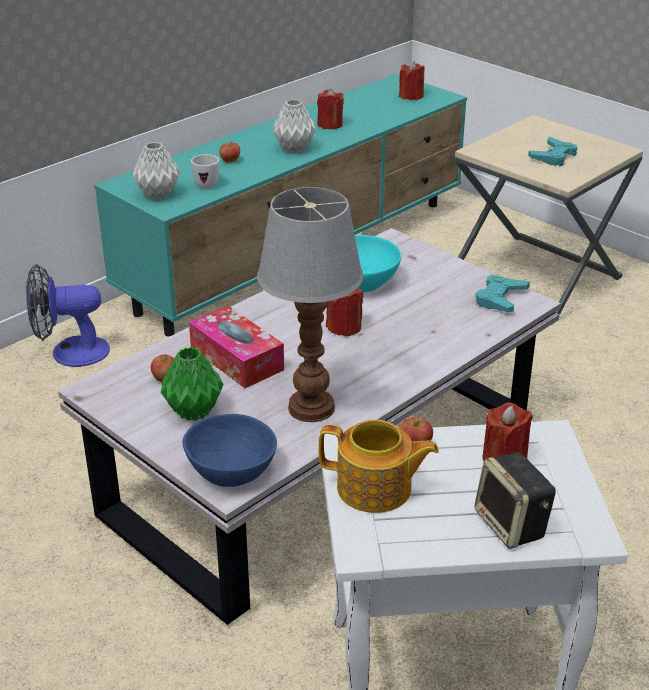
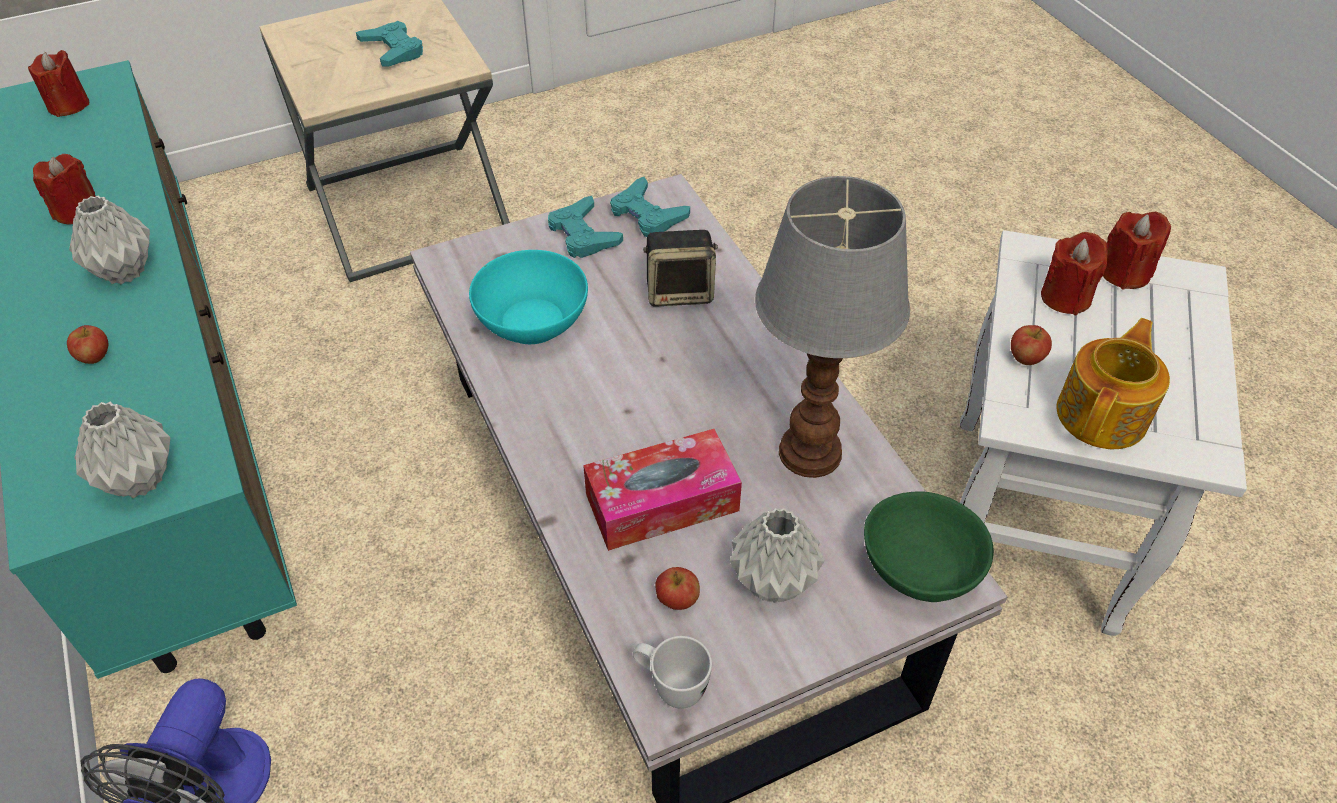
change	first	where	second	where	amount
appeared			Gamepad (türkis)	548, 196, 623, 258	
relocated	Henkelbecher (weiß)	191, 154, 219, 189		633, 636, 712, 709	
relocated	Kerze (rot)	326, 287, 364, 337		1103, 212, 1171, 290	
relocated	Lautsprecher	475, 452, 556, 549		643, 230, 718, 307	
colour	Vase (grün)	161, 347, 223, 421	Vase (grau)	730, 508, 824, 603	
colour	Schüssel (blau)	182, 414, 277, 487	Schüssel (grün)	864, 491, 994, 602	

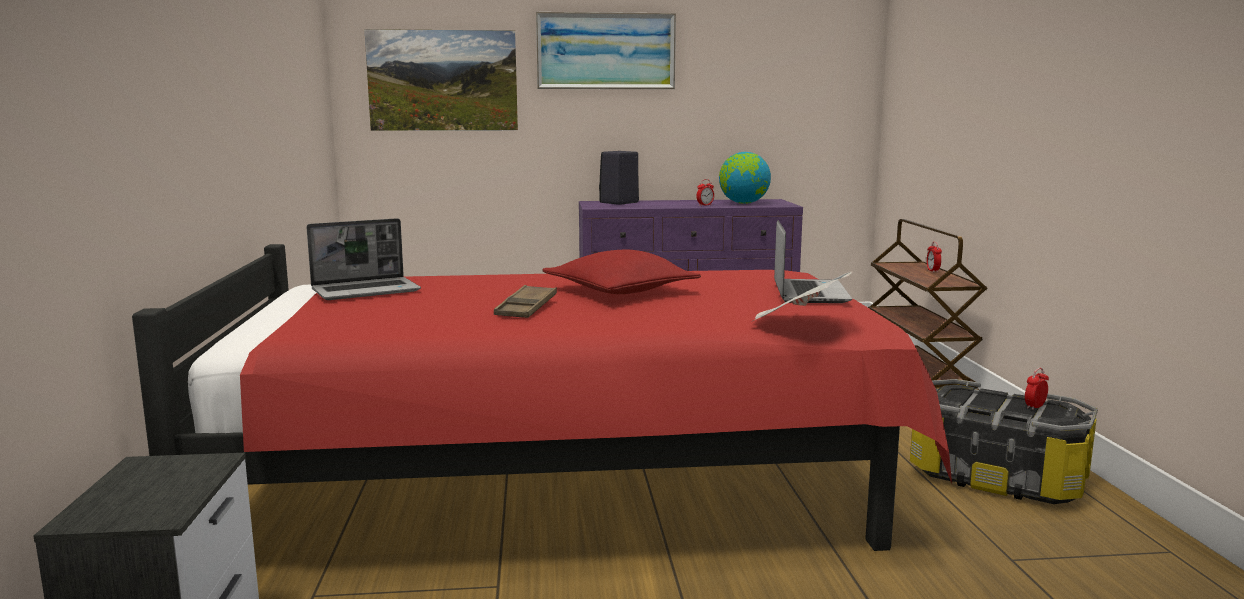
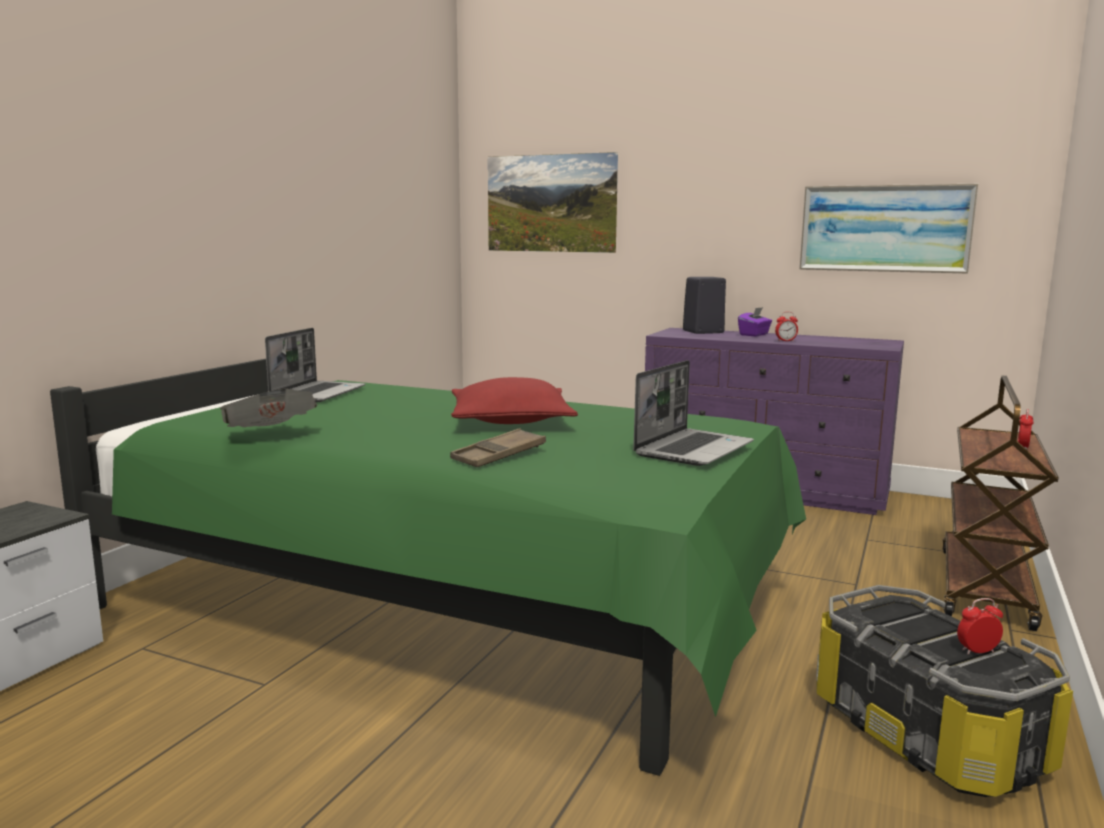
change	first	where	second	where	amount
missing	Globus	719, 152, 771, 204			
appeared			Taschentuchbox (lila)	738, 307, 772, 336	
relocated	Tablett (braun)	494, 285, 557, 318		450, 428, 546, 467	
relocated	Bild	536, 12, 676, 89		800, 184, 978, 274	
relocated	Zeitung	753, 271, 853, 321		220, 389, 317, 427	
colour	Bett (rot)	132, 244, 952, 551	Bett (grün)	50, 359, 806, 776	
spun	Laptop	306, 218, 421, 300		265, 328, 366, 402	75 degrees counterclockwise

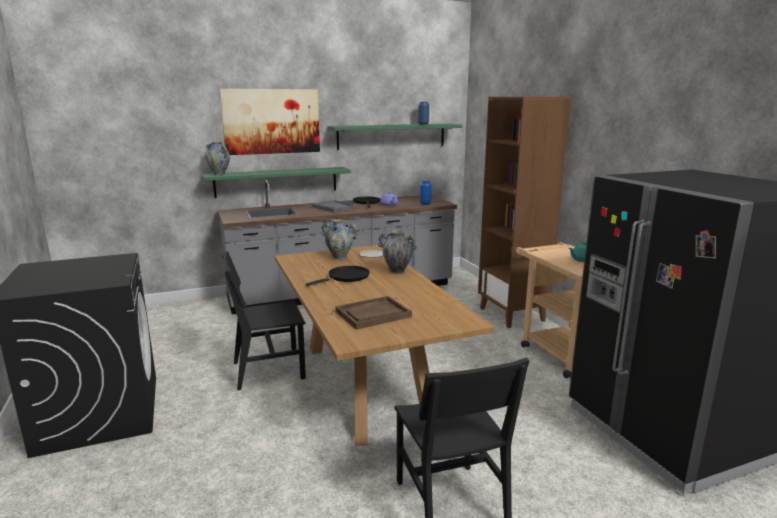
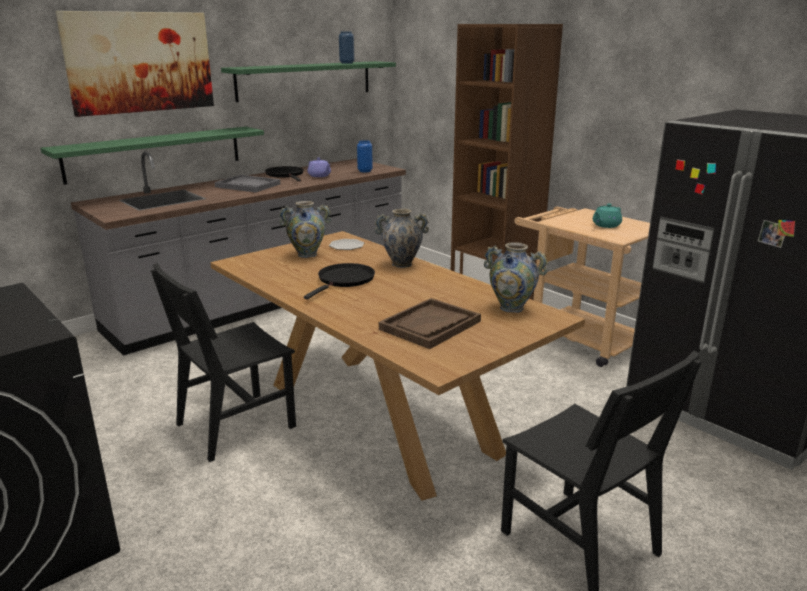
change	first	where	second	where	amount
relocated	Vase	205, 141, 230, 175		484, 242, 548, 313	

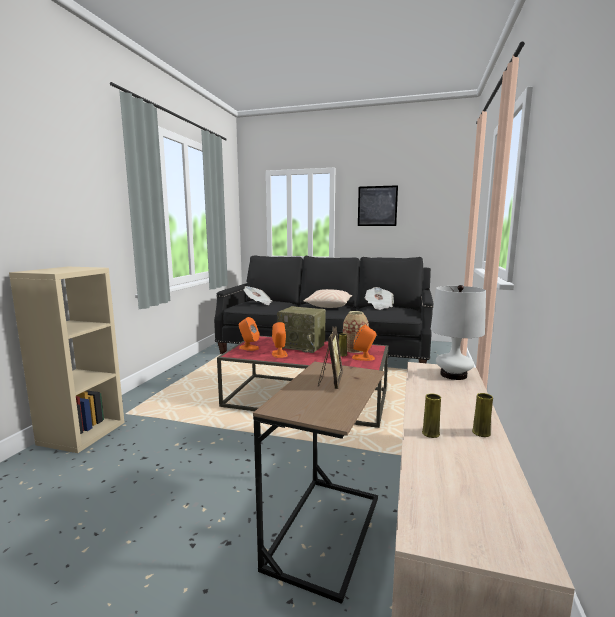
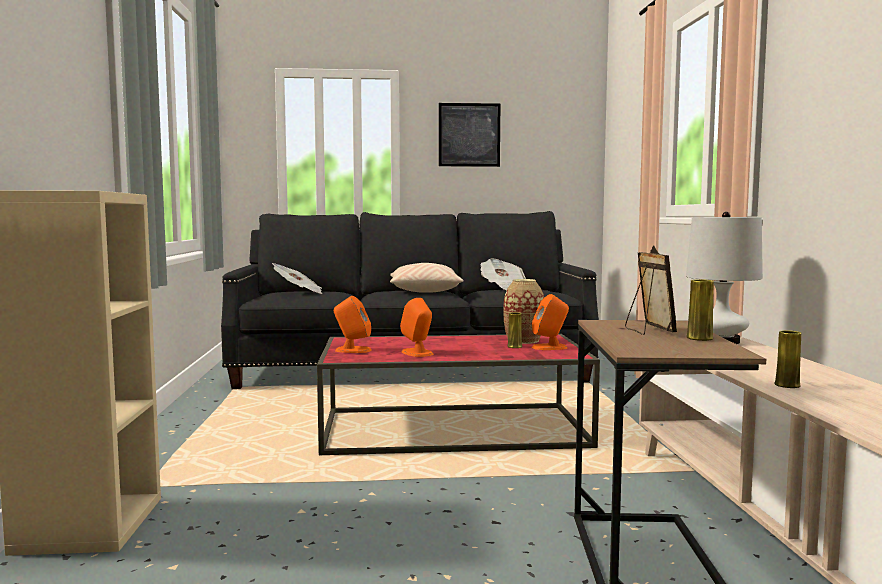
change	first	where	second	where	amount
missing	Radio	277, 306, 326, 353			
relocated	Vase (gelb)	472, 393, 493, 437		687, 279, 714, 341	

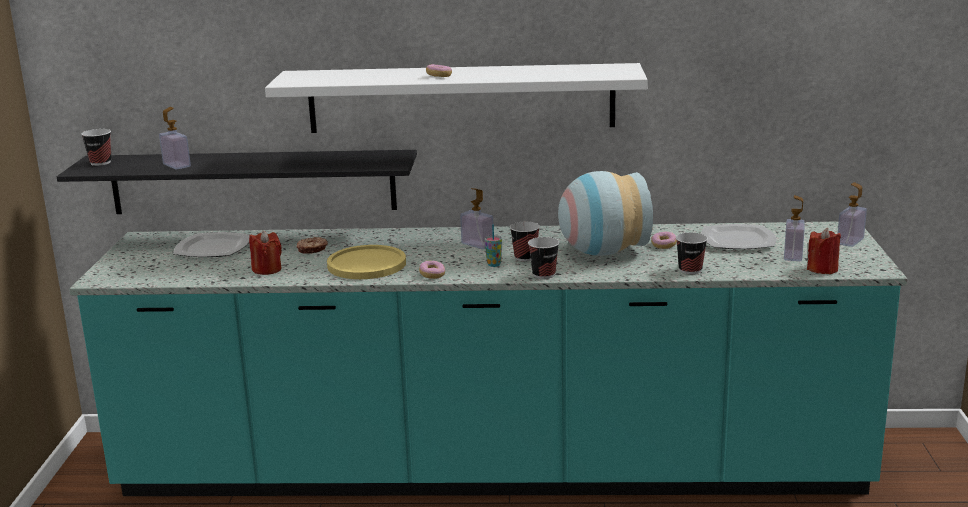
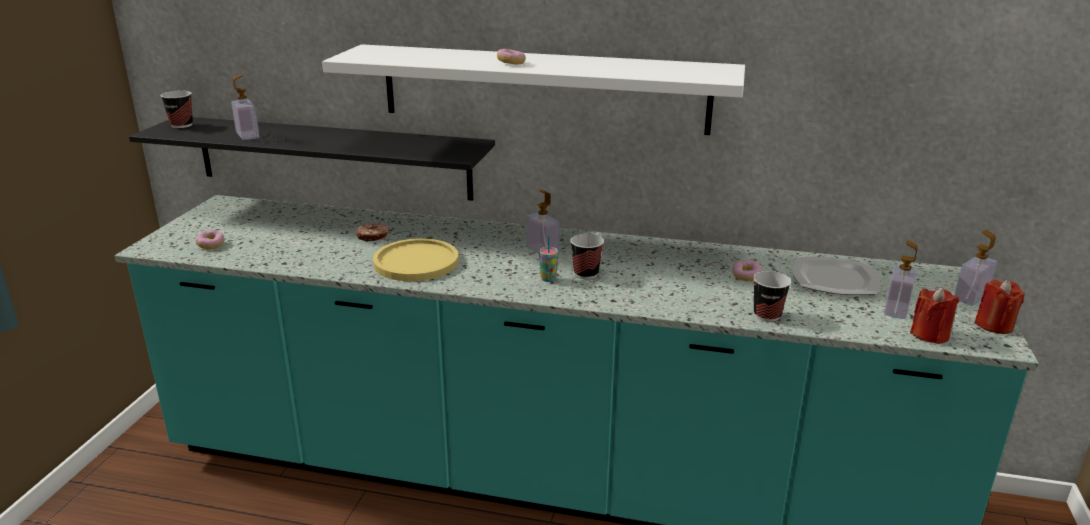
change	first	where	second	where	amount
missing	Teller	173, 232, 250, 257			
missing	Tasse	528, 237, 559, 279			
missing	Vase	558, 171, 653, 256			
relocated	Kerze (rot)	249, 231, 282, 275		975, 279, 1025, 334	
relocated	Donut	419, 261, 445, 279		196, 230, 224, 249	

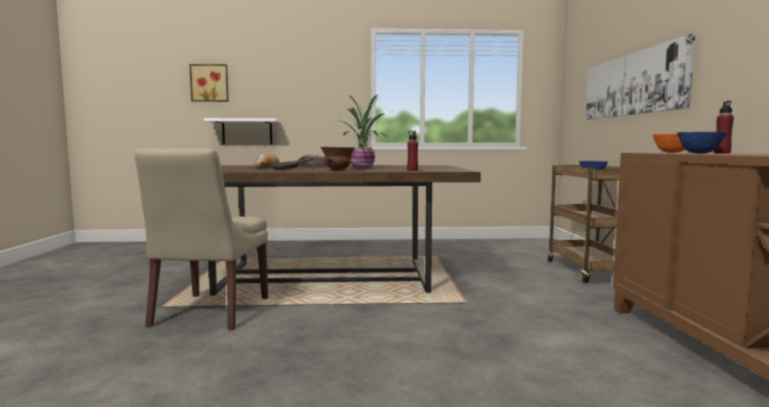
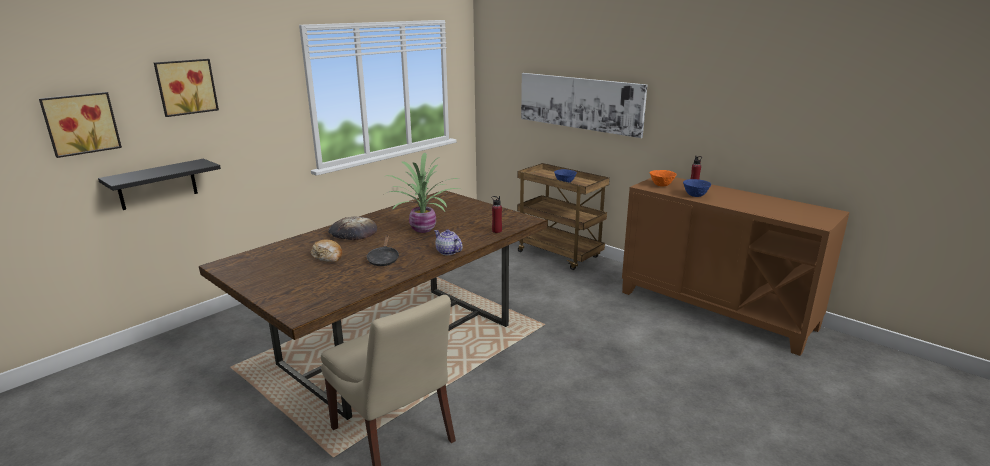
change	first	where	second	where	amount
appeared			Bild	154, 59, 219, 117	
exchanged	Schüssel (braun)	320, 147, 355, 171	Teekanne	434, 229, 463, 255	
colour	Wandregal (weiß)	204, 118, 281, 144	Wandregal (schwarz)	98, 159, 221, 210	

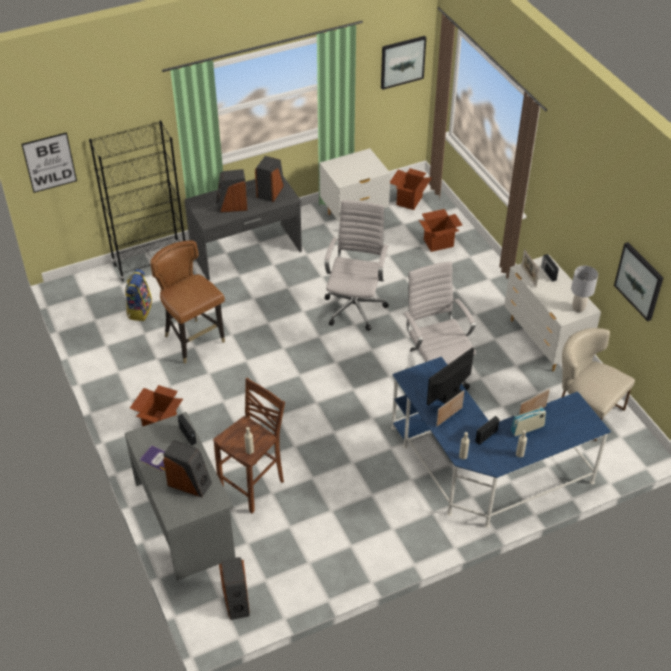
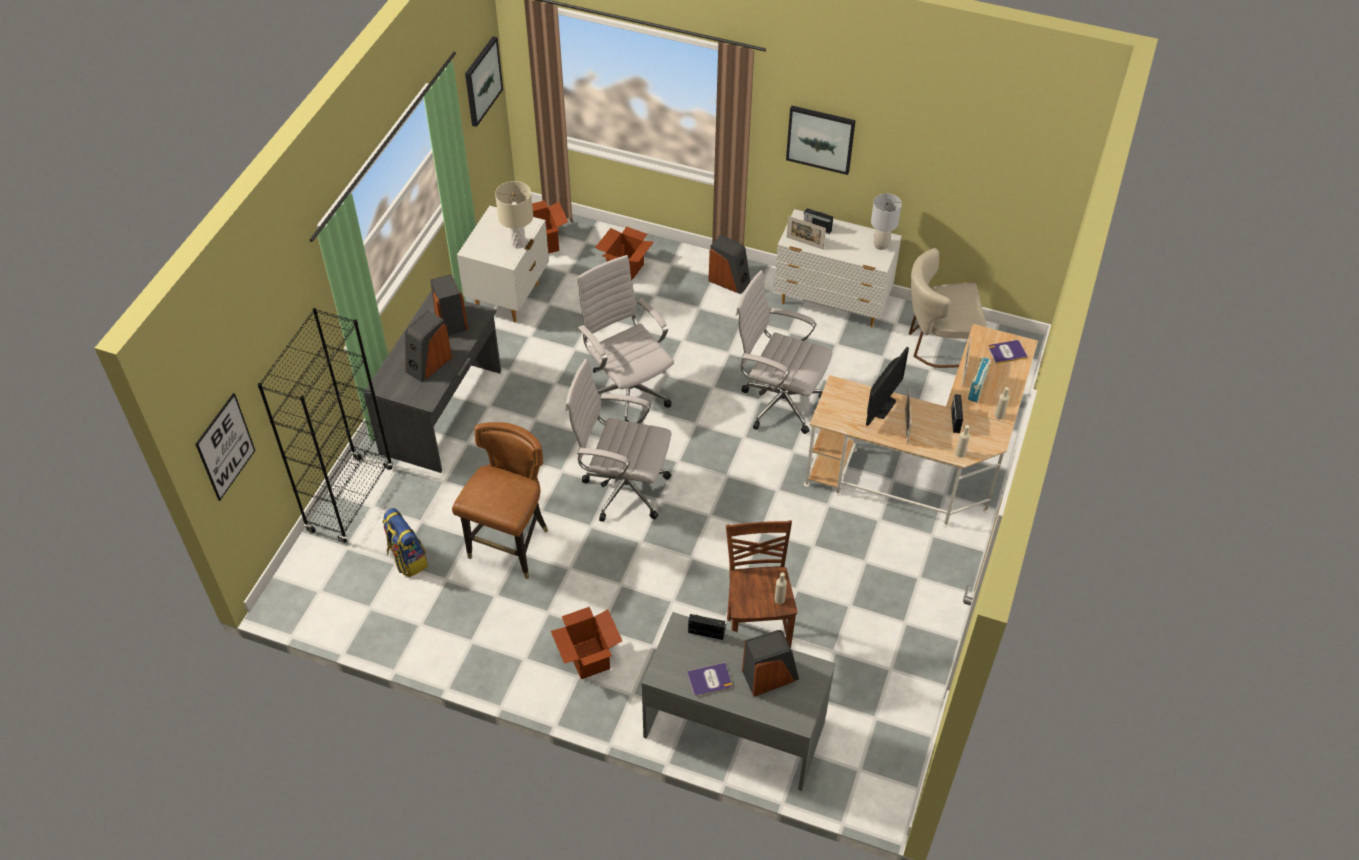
change	first	where	second	where	amount
appeared			Tischlampe (beige)	495, 181, 533, 249	
appeared			Bürostuhl (weiß)	565, 359, 671, 522	
appeared			Buch	988, 340, 1028, 364	
relocated	Lautsprecher	219, 557, 250, 620		708, 235, 750, 294	
relocated	Bild	614, 242, 663, 321		786, 106, 856, 175	
colour	Schreibtisch (blau)	391, 357, 611, 528	Schreibtisch (beige)	804, 324, 1038, 527	
spun	Stuhl (braun)	150, 240, 225, 364		452, 422, 548, 579	105 degrees clockwise
spun	Monitor	427, 347, 474, 405		866, 347, 909, 426	150 degrees counterclockwise

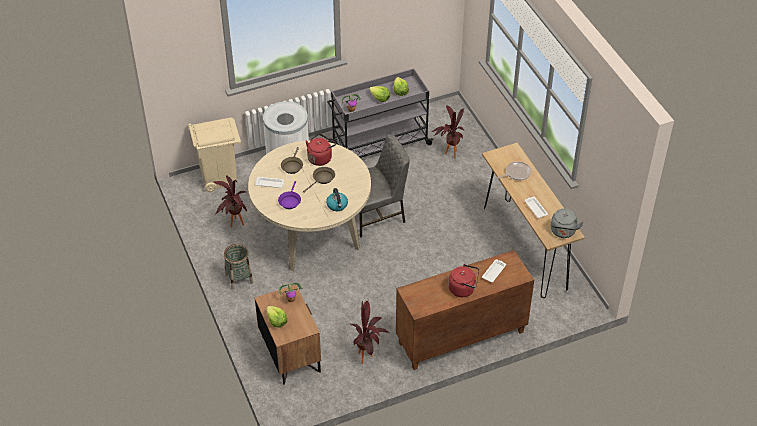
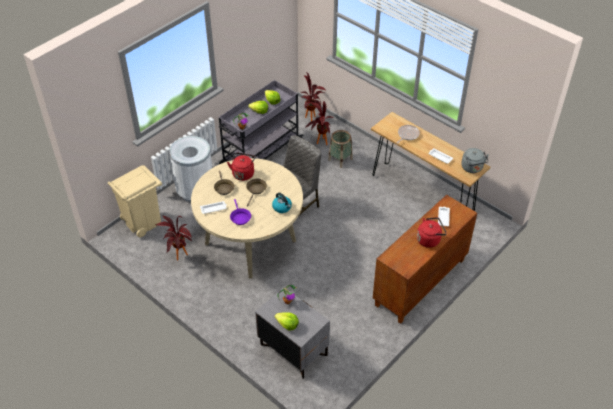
change	first	where	second	where	amount
relocated	Korb	224, 244, 253, 290		328, 130, 352, 168	
relocated	Topfpflanze	350, 301, 389, 364		300, 72, 326, 121	
colour	Nachttisch (braun)	255, 285, 321, 385	Nachttisch (grau)	255, 287, 330, 379	

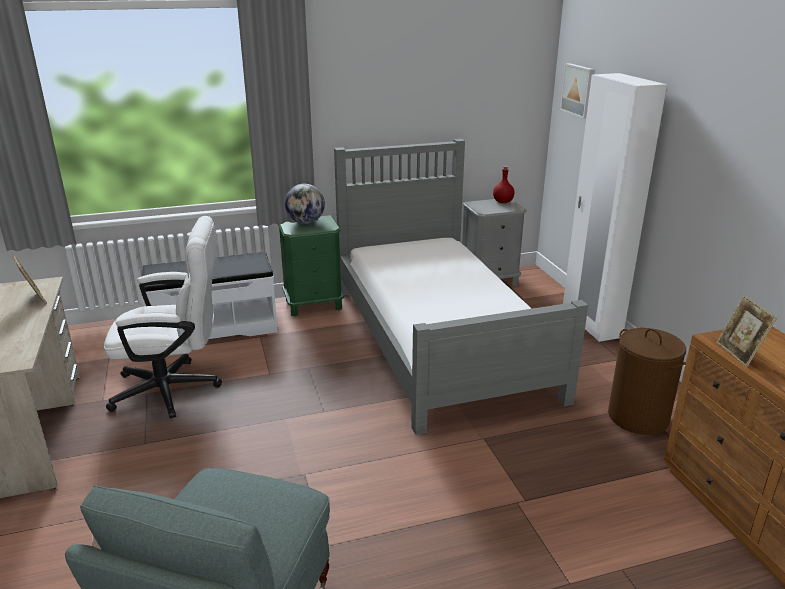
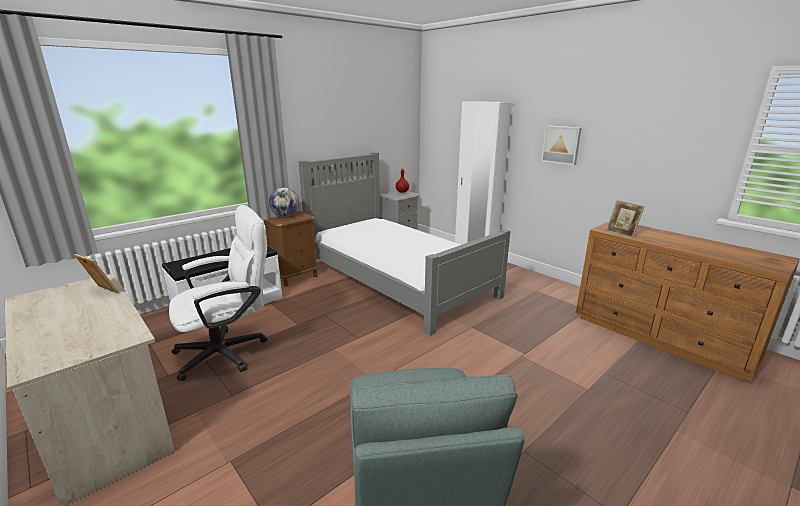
change	first	where	second	where	amount
missing	Wäschekorb (braun)	608, 328, 686, 435			
relocated	Bild	560, 63, 595, 119		541, 126, 582, 165	
colour	Nachttisch (grün)	278, 215, 344, 317	Nachttisch (braun)	264, 211, 319, 286	

